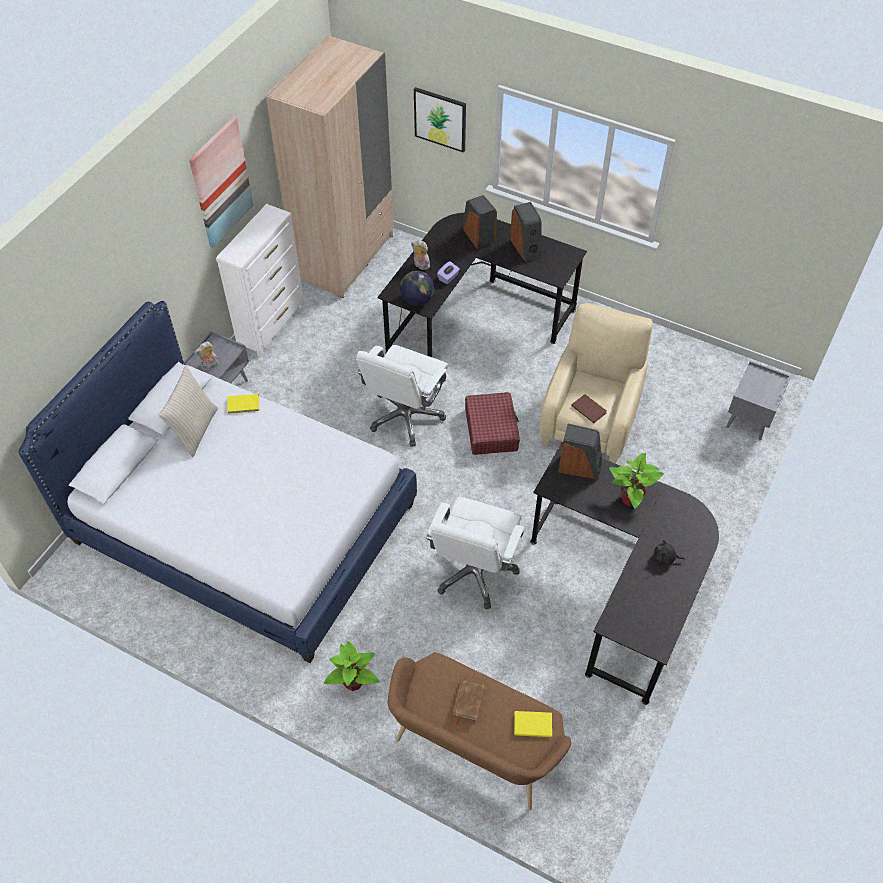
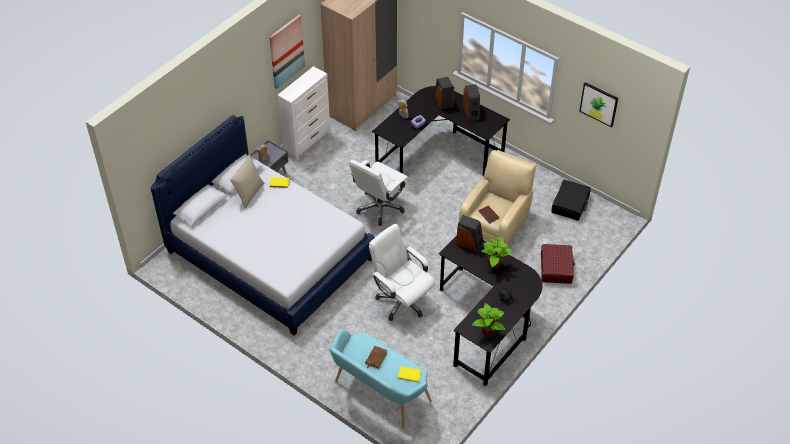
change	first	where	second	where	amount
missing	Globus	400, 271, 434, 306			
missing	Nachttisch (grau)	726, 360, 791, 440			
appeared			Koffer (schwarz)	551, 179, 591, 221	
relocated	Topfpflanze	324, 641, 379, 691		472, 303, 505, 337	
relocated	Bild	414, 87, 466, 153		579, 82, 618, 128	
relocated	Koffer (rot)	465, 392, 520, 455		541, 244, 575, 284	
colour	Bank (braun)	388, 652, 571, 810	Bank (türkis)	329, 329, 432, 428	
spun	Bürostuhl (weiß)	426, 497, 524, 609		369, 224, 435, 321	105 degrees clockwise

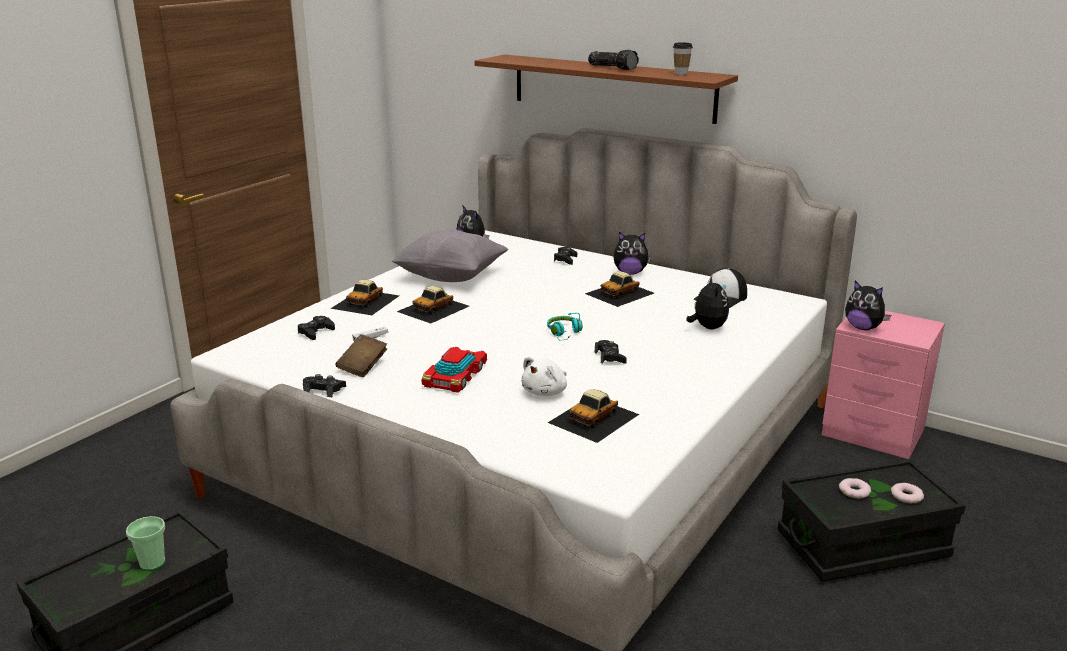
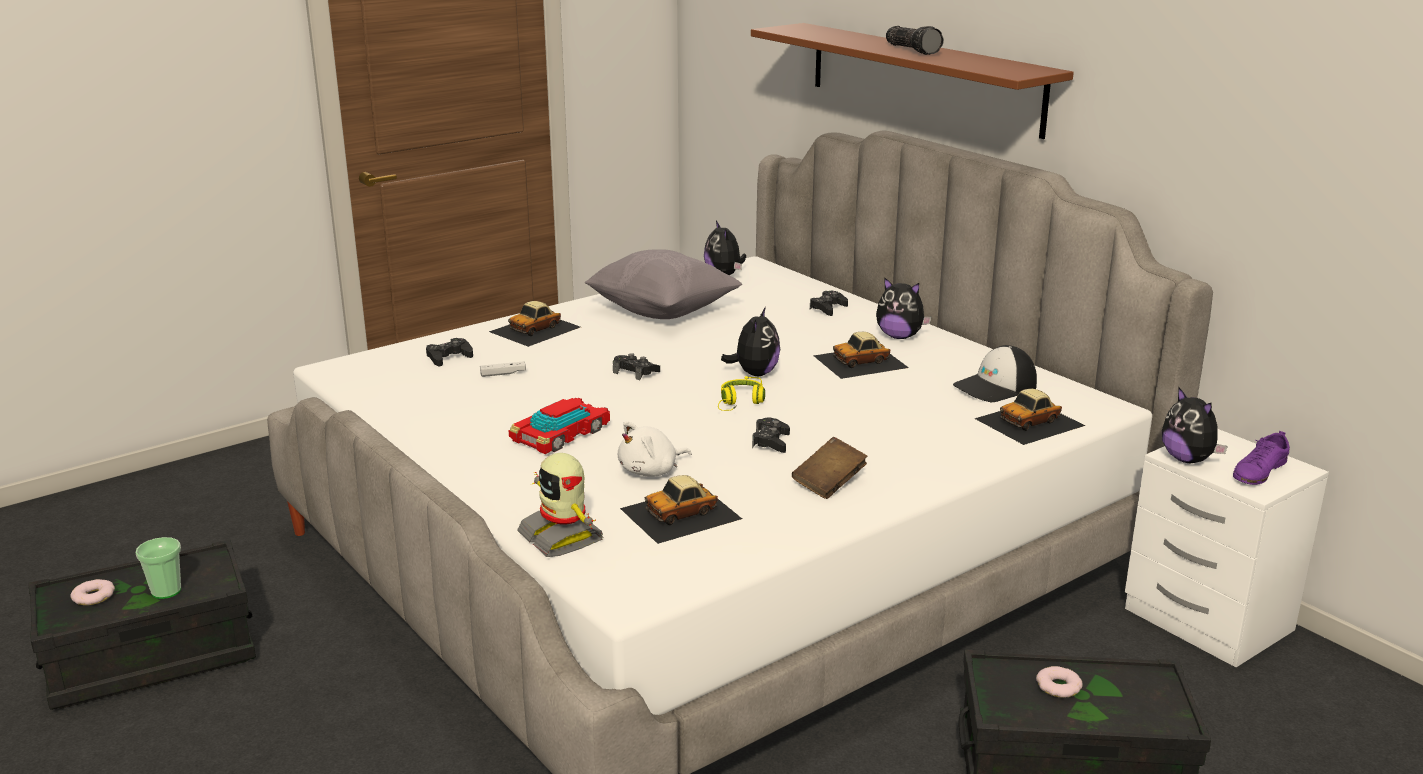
change	first	where	second	where	amount
missing	Tasse	673, 43, 693, 75			
appeared			Spielzeugroboter	518, 453, 604, 557	
appeared			Schuh (lila)	1233, 431, 1290, 485	
relocated	Gamepad (schwarz)	303, 374, 346, 397		613, 353, 660, 380	
relocated	Buch (braun)	335, 334, 387, 377		792, 437, 868, 499	
relocated	Spielzeugauto	397, 286, 469, 324		974, 389, 1085, 445	
relocated	Plüschtier	686, 276, 729, 330		721, 307, 780, 376	
relocated	Donut	891, 483, 924, 503		70, 579, 115, 605	
colour	Kopfhörer (türkis)	547, 313, 582, 341	Kopfhörer (gelb)	718, 376, 765, 411	
colour	Nachttisch (rosa)	822, 311, 945, 459	Nachttisch (weiß)	1125, 429, 1329, 667	

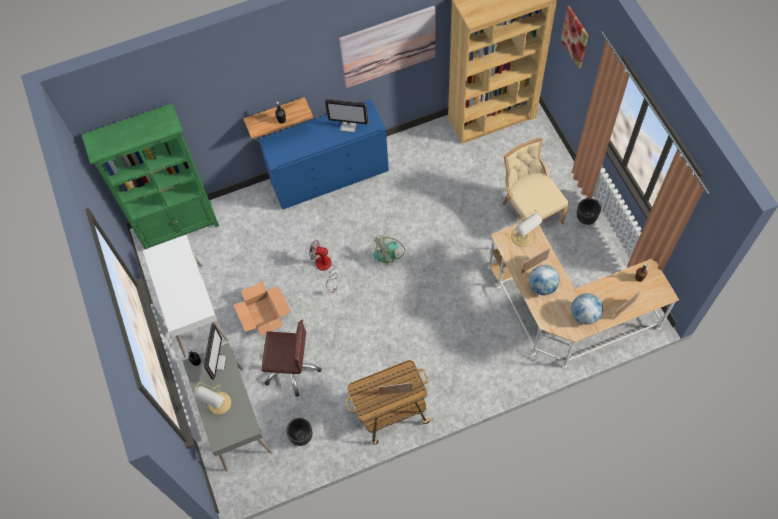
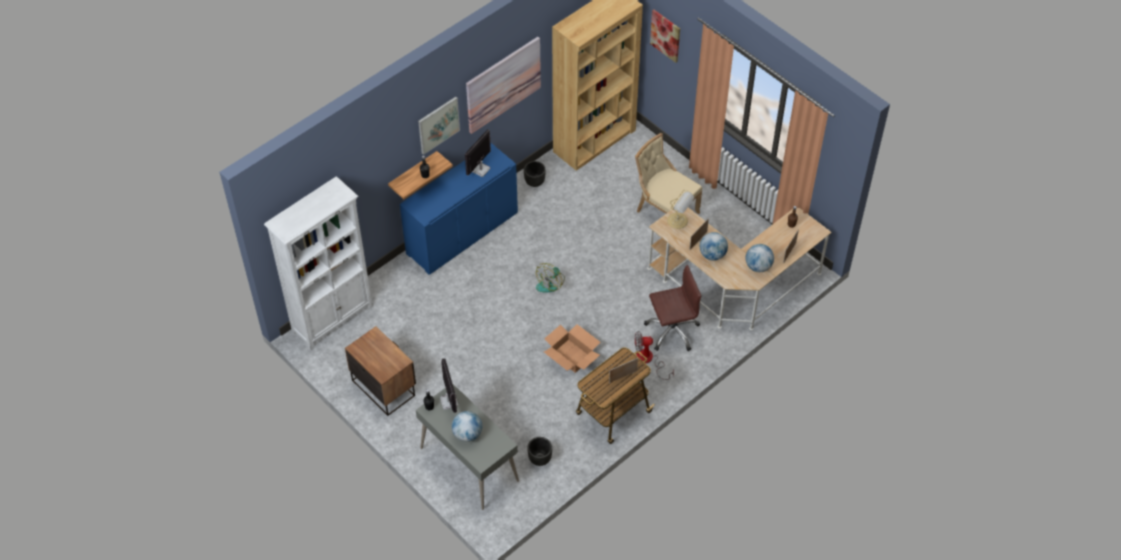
change	first	where	second	where	amount
appeared			Bild	418, 97, 460, 155	
relocated	Karton	233, 281, 291, 335		544, 324, 600, 373	
relocated	Bürostuhl (braun)	261, 320, 322, 397		644, 265, 702, 351	
relocated	Ventilator	309, 240, 338, 293		635, 331, 674, 380	
relocated	Pflanzkübel (schwarz)	577, 198, 601, 225		524, 161, 546, 187	
exchanged	Schreibtisch (weiß)	143, 235, 229, 358	Nachttisch	345, 326, 416, 416	
exchanged	Tischlampe	194, 382, 231, 415	Globus	452, 411, 482, 442	
colour	Bücherregal (grün)	82, 104, 219, 249	Bücherregal (weiß)	264, 176, 373, 350	
spun	Monitor	325, 99, 368, 132		465, 129, 491, 177	135 degrees clockwise

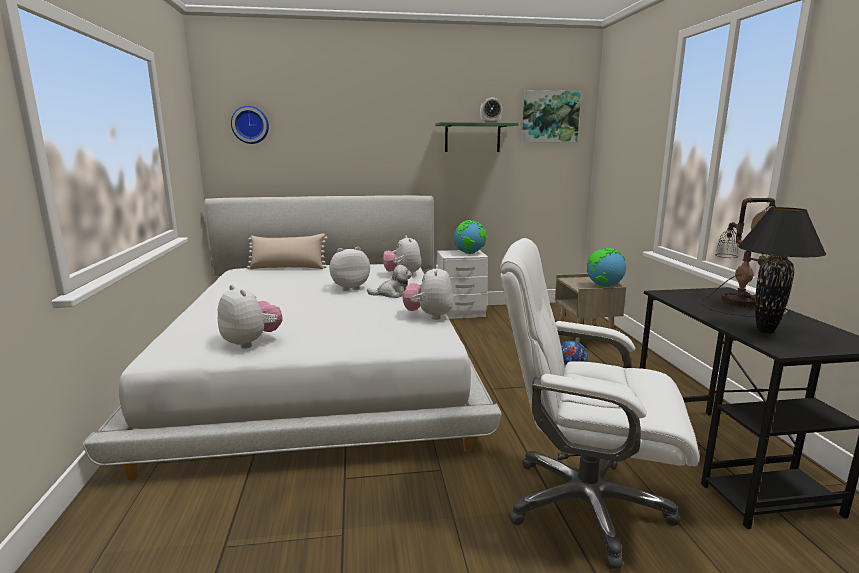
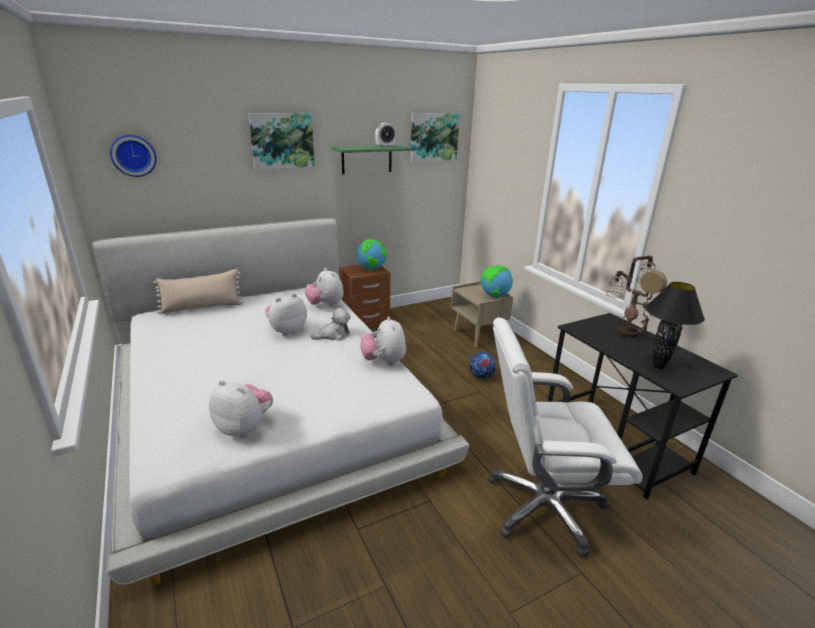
change	first	where	second	where	amount
appeared			Bild	248, 113, 315, 170	
colour	Nachttisch (weiß)	437, 250, 488, 319	Nachttisch (braun)	339, 265, 390, 328	

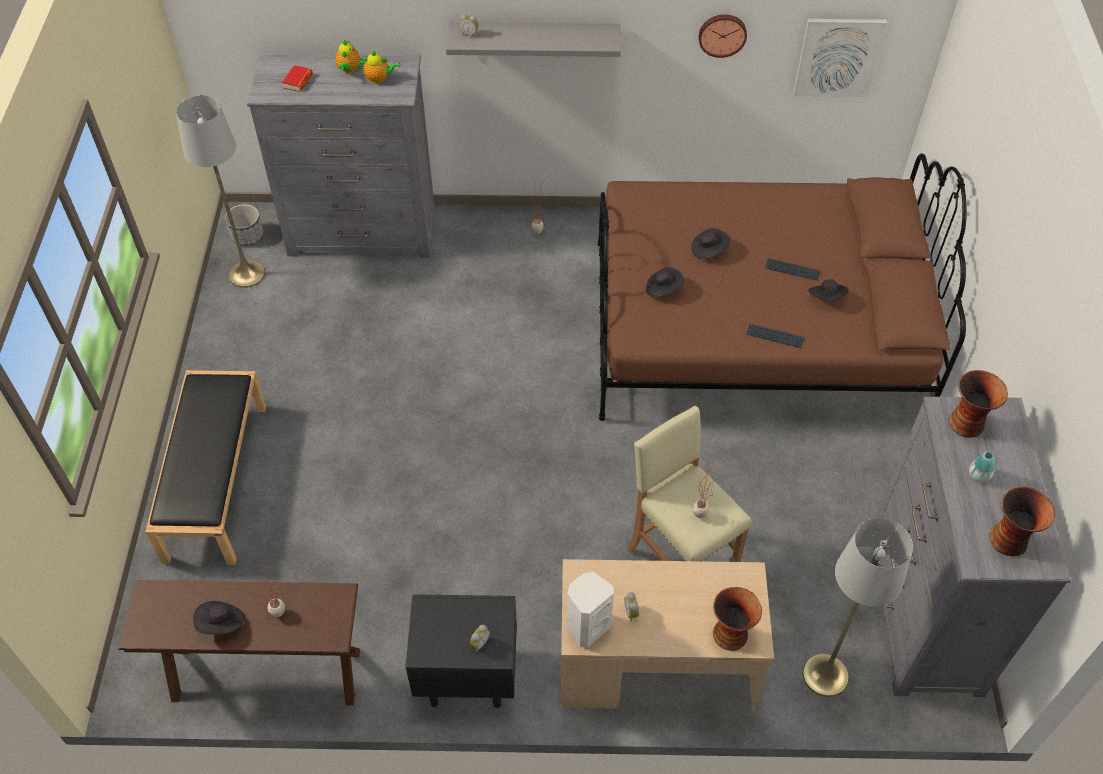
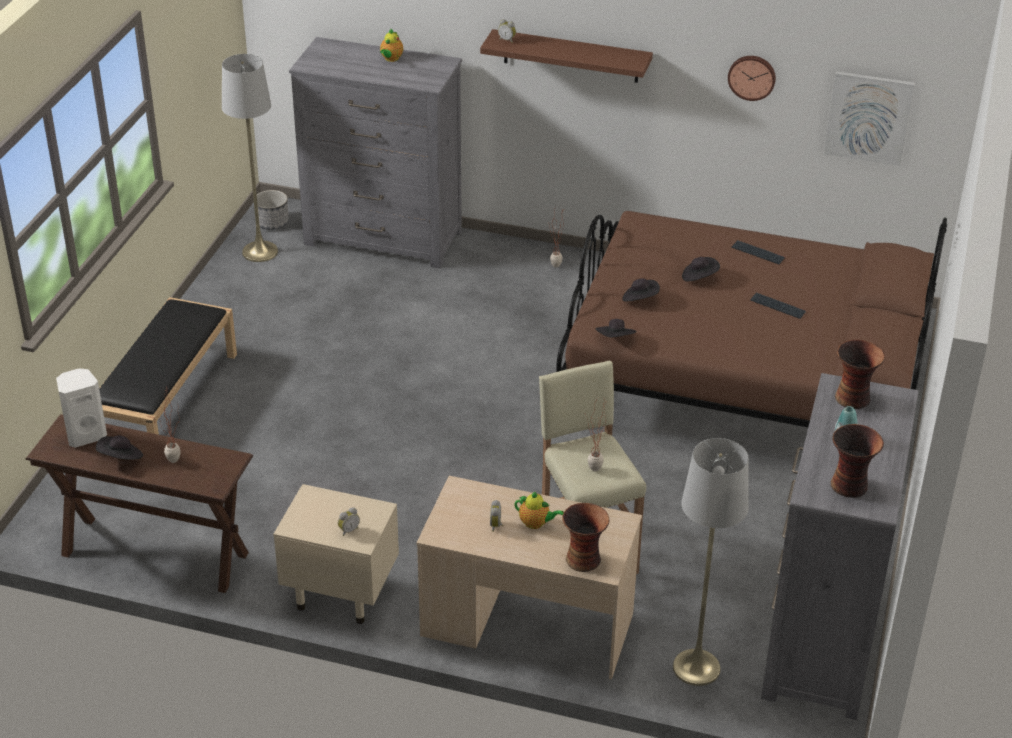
change	first	where	second	where	amount
missing	Buch	282, 65, 313, 92			
relocated	Teekanne	358, 51, 401, 84		514, 492, 564, 529	
relocated	Lautsprecher (weiß)	567, 572, 614, 648		56, 368, 107, 448	
relocated	Tastatur	746, 324, 804, 348		731, 240, 785, 264	
relocated	Hut (schwarz)	808, 279, 849, 302		595, 319, 636, 337	
colour	Nachttisch (schwarz)	405, 594, 517, 708	Nachttisch (beige)	273, 484, 399, 624	
colour	Wandregal (grau)	446, 22, 621, 57	Wandregal (braun)	480, 29, 653, 83	

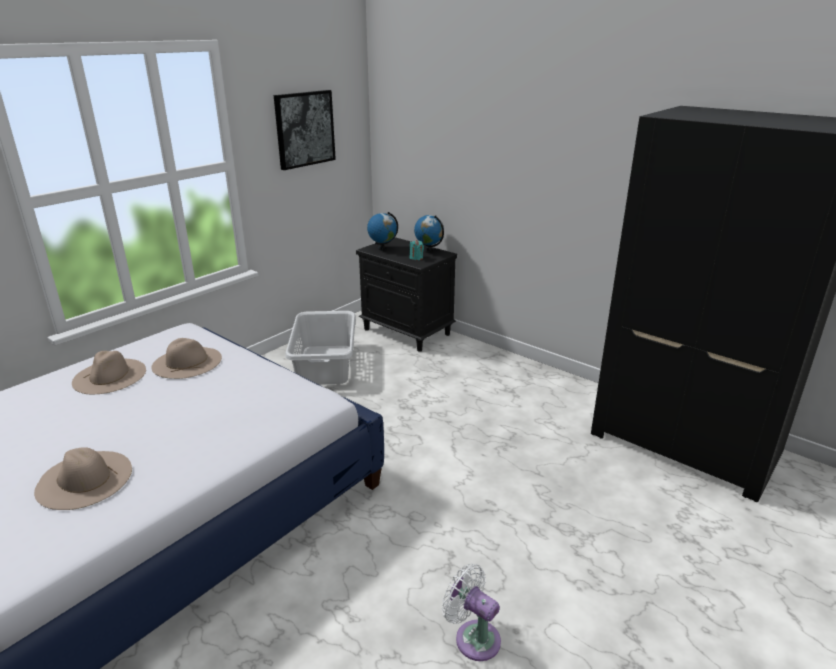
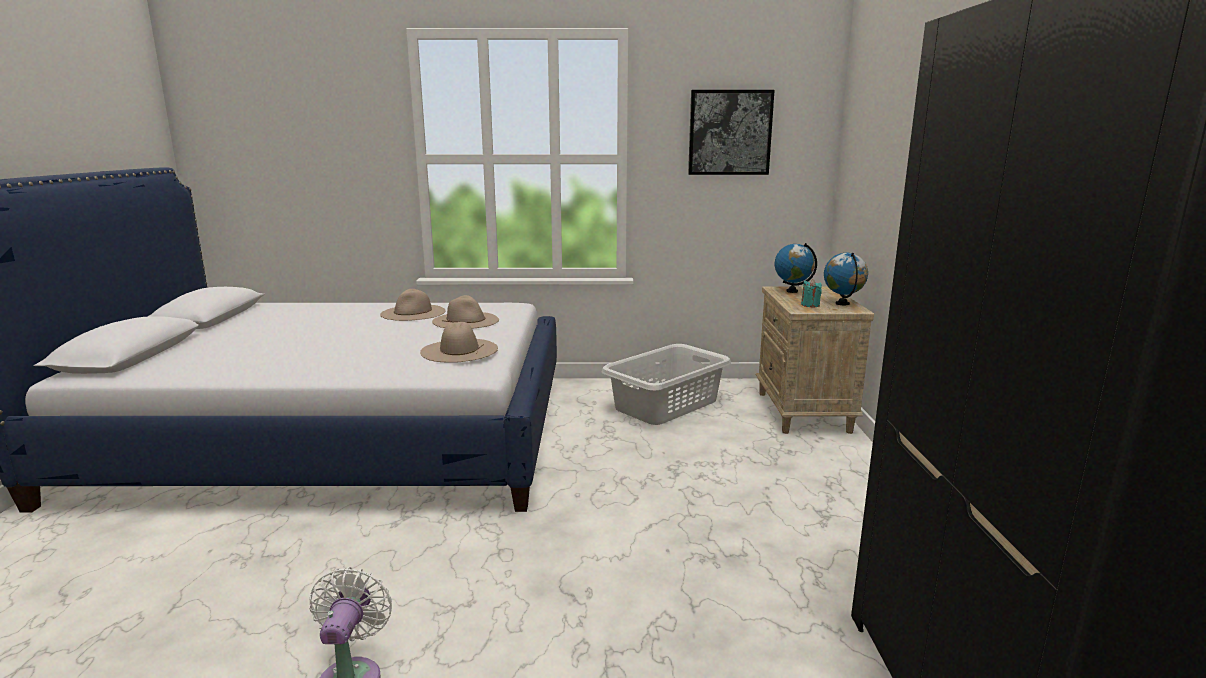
change	first	where	second	where	amount
relocated	Hut (beige)	34, 447, 132, 510		420, 322, 498, 363	
colour	Nachttisch (schwarz)	356, 237, 457, 352	Nachttisch (beige)	755, 287, 874, 434	

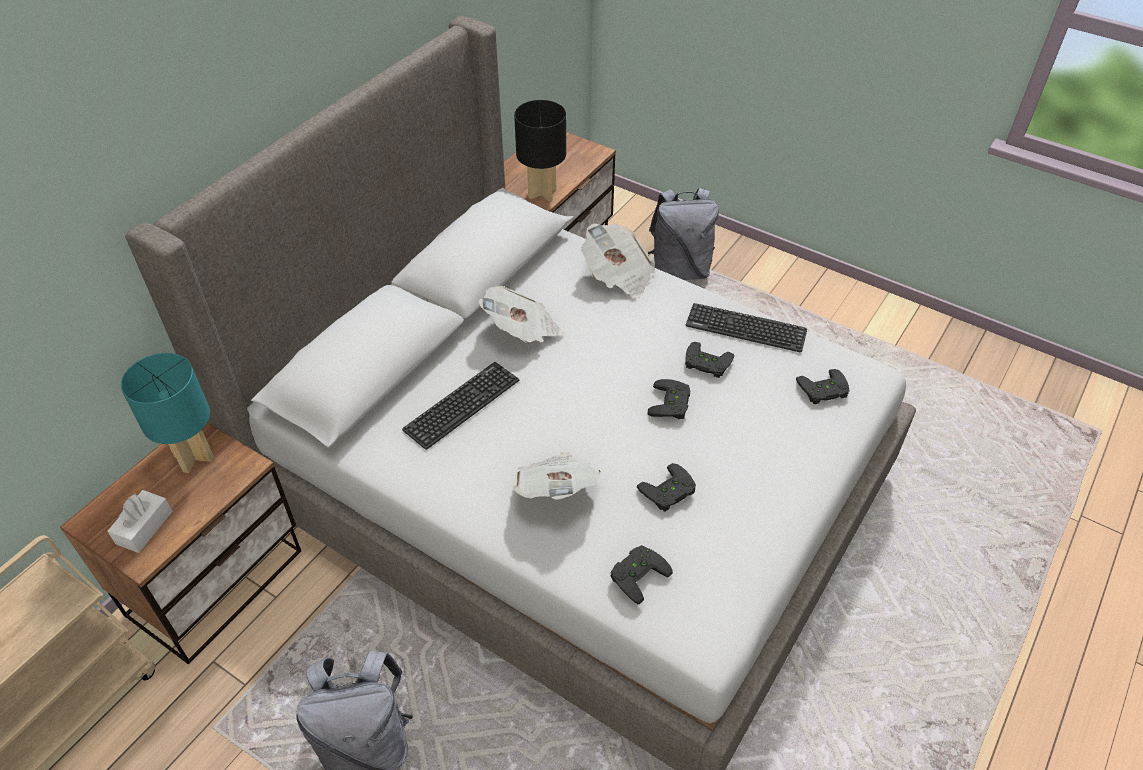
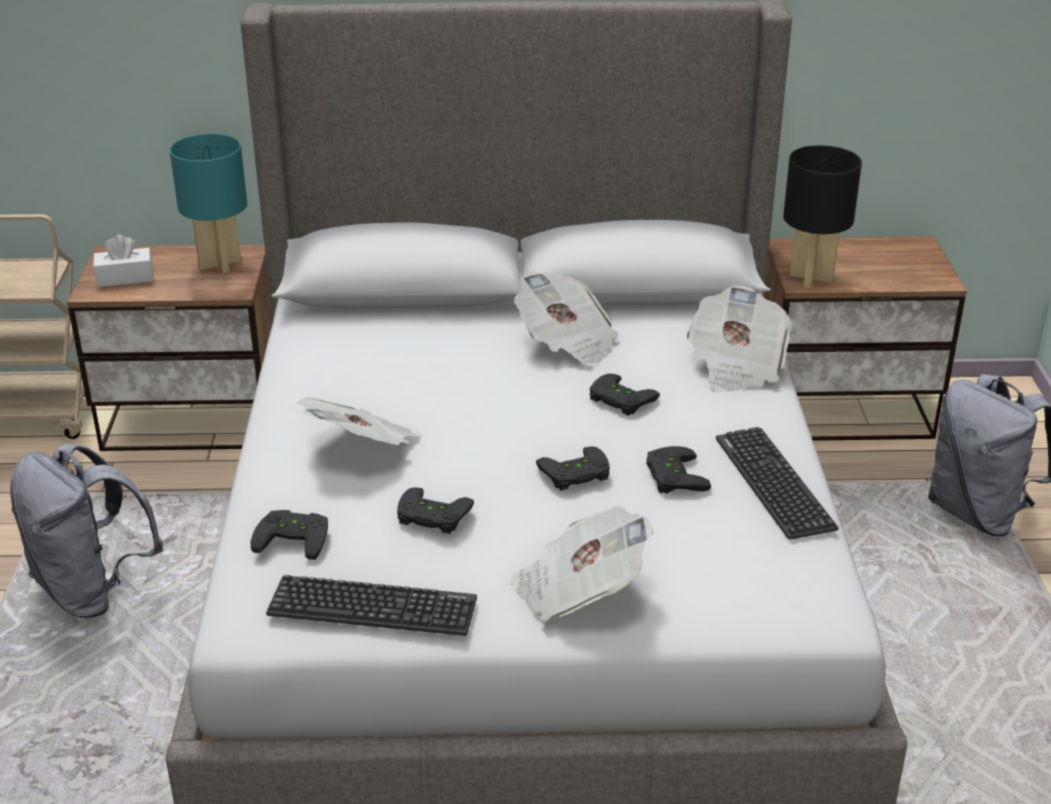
change	first	where	second	where	amount
appeared			Zeitung	510, 506, 653, 622	
relocated	Tastatur	402, 362, 519, 450		266, 575, 477, 636	
relocated	Gamepad (schwarz)	796, 369, 850, 404		589, 374, 660, 416	

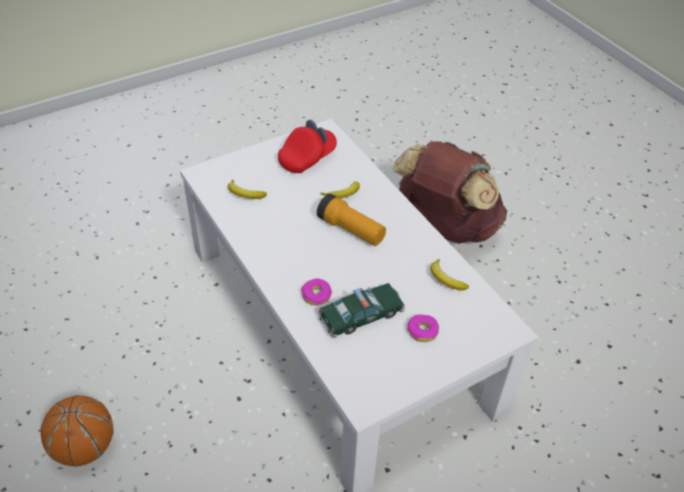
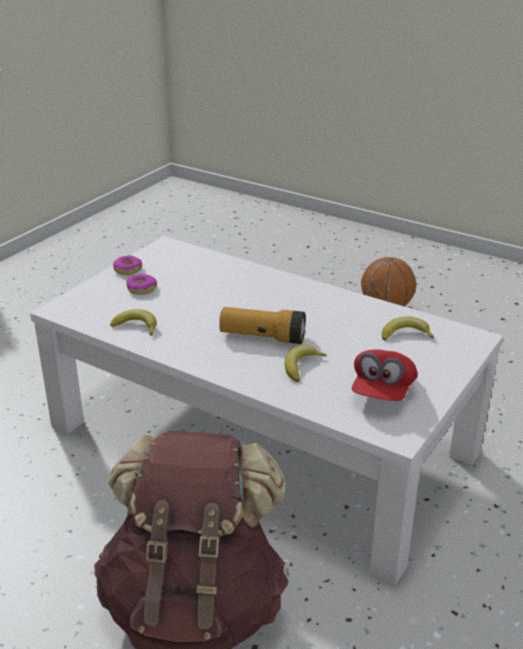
change	first	where	second	where	amount
missing	Spielzeugauto	318, 283, 405, 338			
relocated	Donut	301, 279, 332, 305		113, 255, 142, 275	

